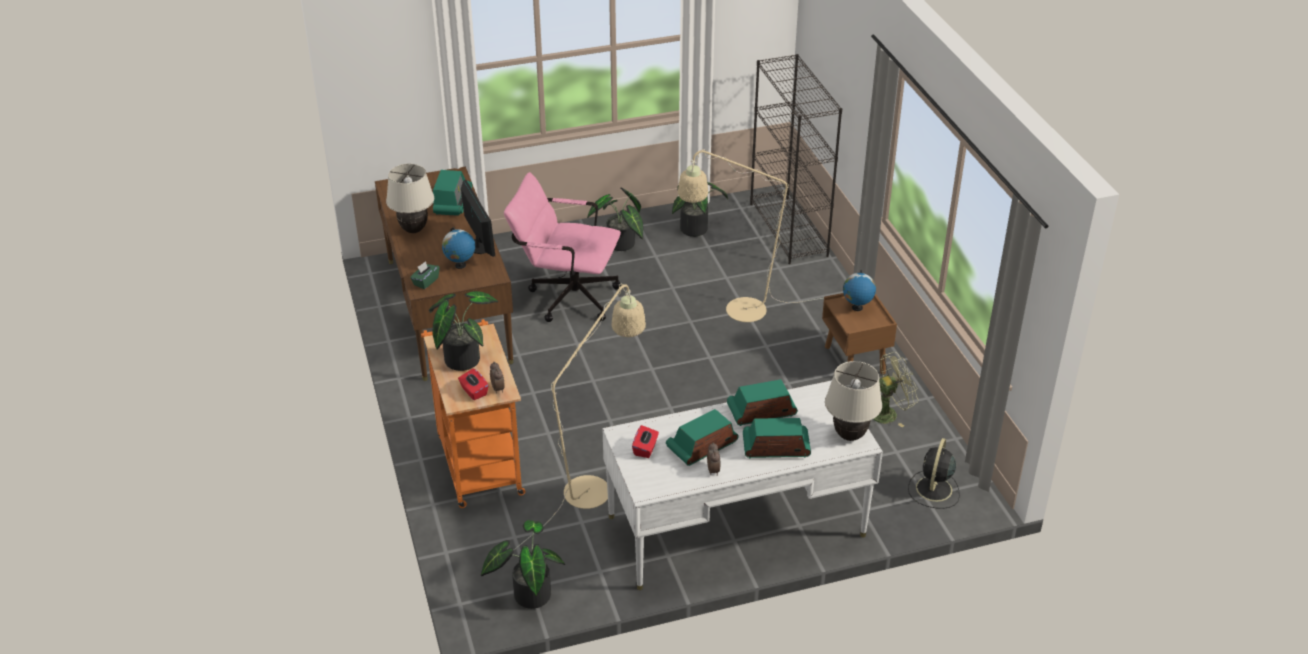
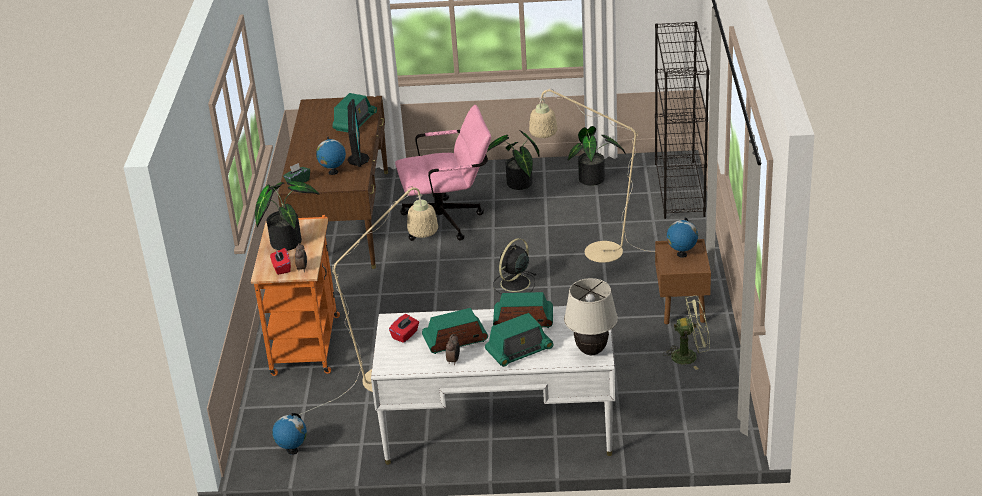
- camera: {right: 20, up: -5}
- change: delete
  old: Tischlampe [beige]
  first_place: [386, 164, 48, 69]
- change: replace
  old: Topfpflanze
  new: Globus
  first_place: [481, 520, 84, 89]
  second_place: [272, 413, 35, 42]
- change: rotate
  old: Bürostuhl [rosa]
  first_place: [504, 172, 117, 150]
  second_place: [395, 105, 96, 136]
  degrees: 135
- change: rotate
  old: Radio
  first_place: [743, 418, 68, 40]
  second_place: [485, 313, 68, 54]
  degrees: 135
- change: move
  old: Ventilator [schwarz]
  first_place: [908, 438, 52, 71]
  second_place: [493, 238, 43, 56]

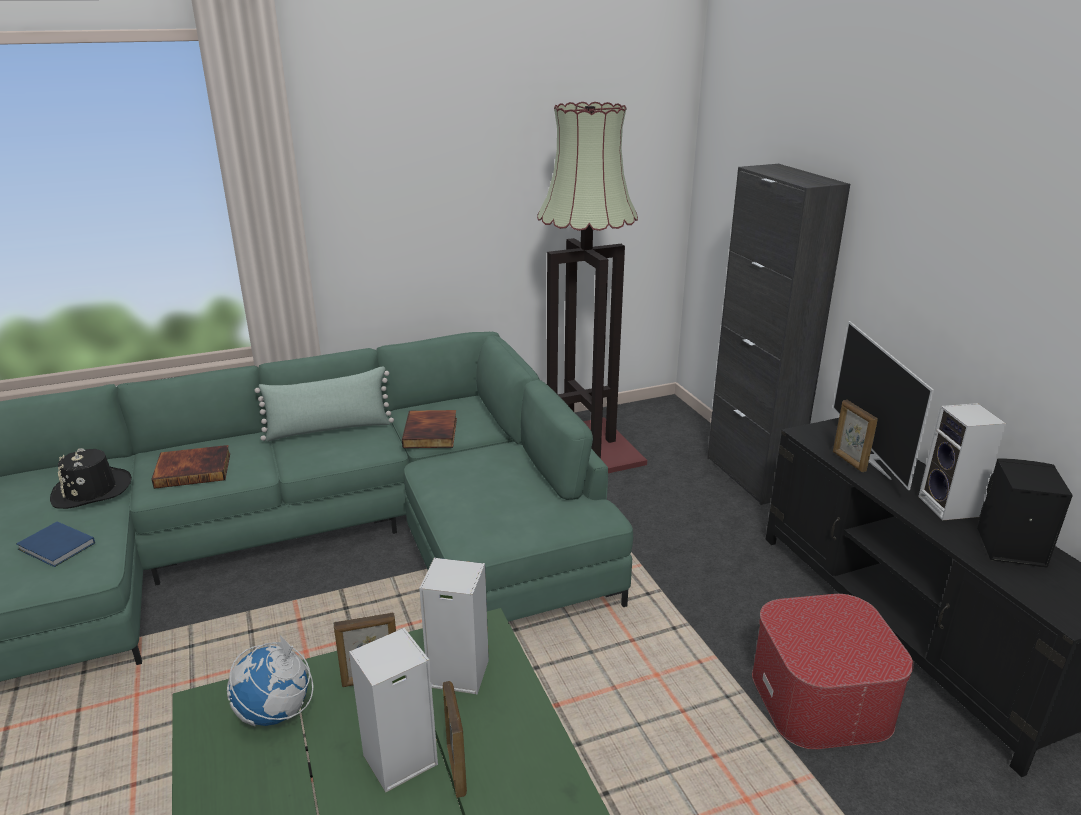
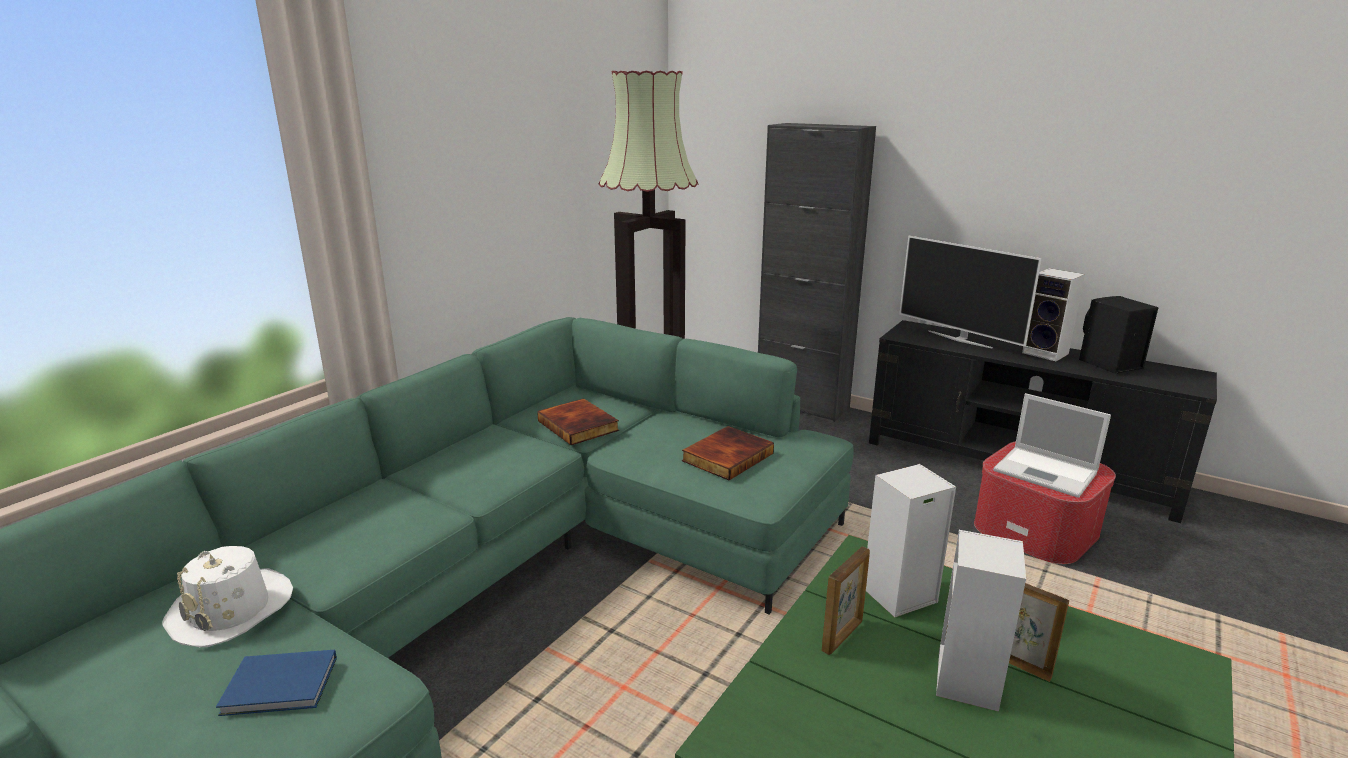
- camera: {right: -35, up: -5}
- change: recolor
  old: Hut [schwarz]
  new: Hut [weiß]
  first_place: [50, 448, 82, 61]
  second_place: [163, 546, 130, 101]
- change: move
  old: Buch
  first_place: [151, 445, 79, 44]
  second_place: [682, 426, 92, 54]
- change: delete
  old: Globus
  first_place: [227, 635, 86, 91]
- change: delete
  old: Kissen [grün]
  first_place: [255, 366, 139, 75]
- change: delete
  old: Bilderrahmen
  first_place: [833, 400, 45, 72]
- change: insert
  new: Laptop
  second_place: [993, 393, 118, 105]

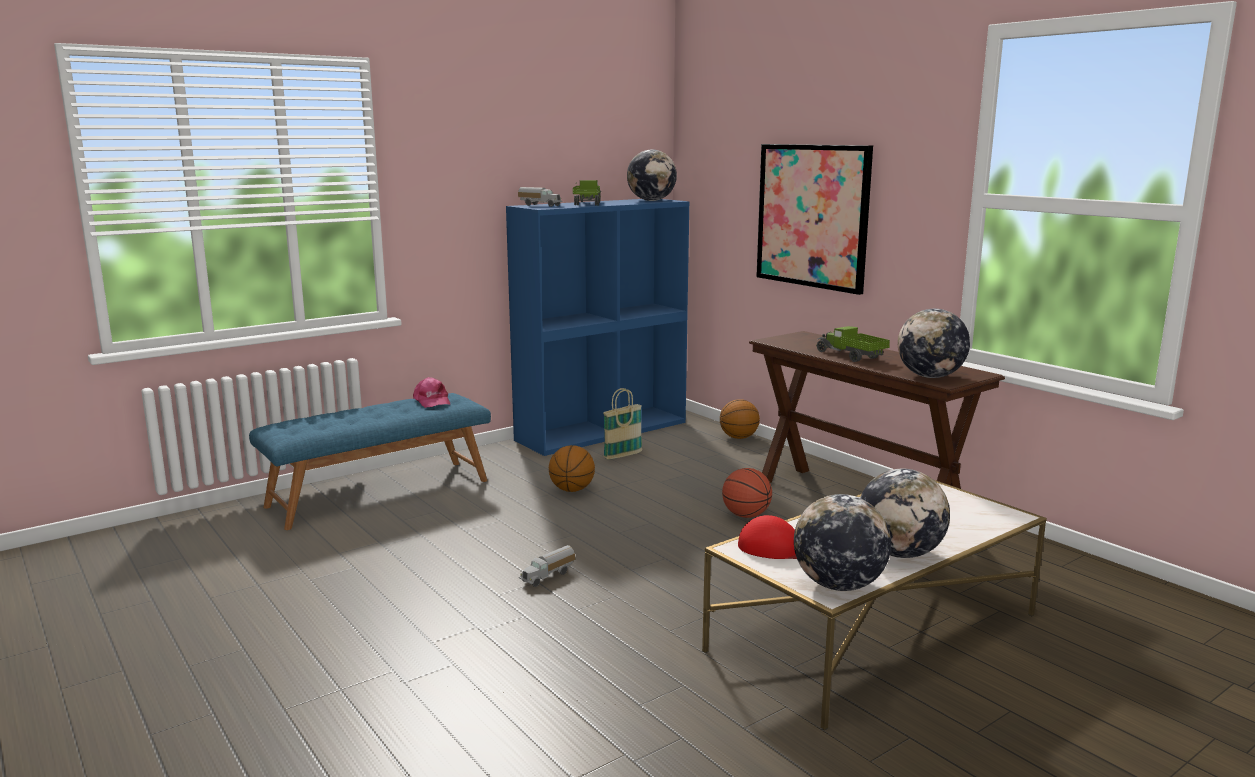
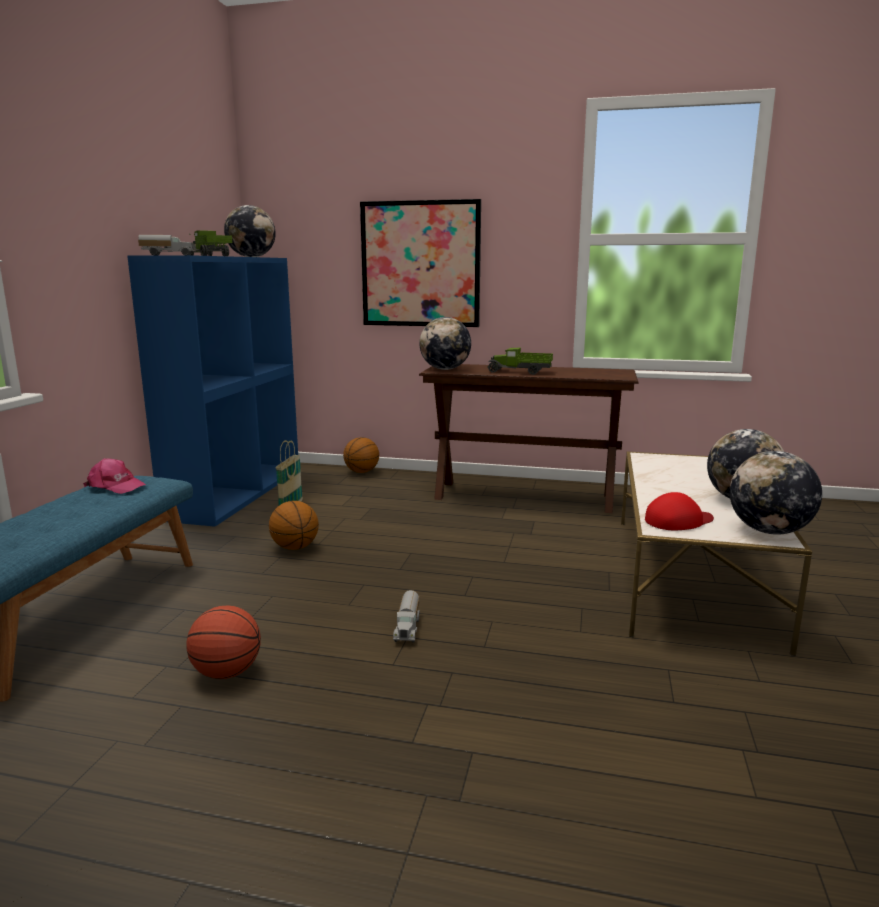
- camera: {right: -40, up: 0}
- change: move
  old: Basketball
  first_place: [722, 468, 50, 50]
  second_place: [186, 606, 75, 73]
- change: move
  old: Globus
  first_place: [898, 309, 72, 69]
  second_place: [419, 317, 52, 53]

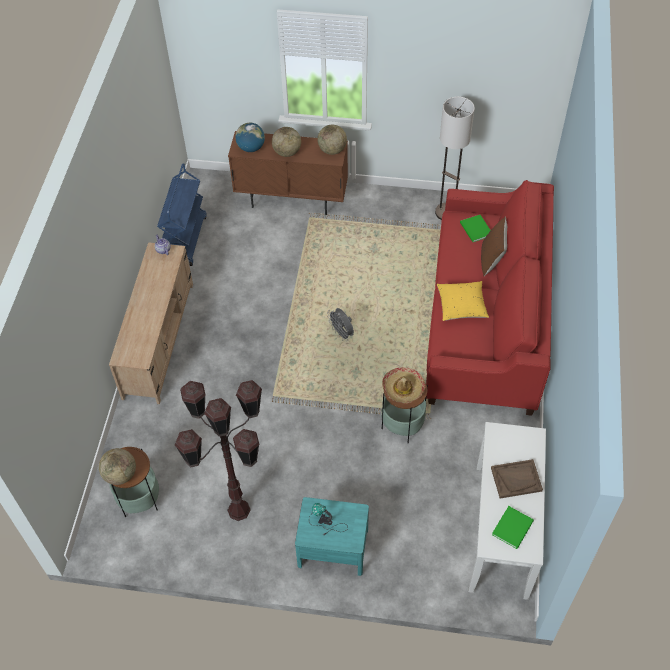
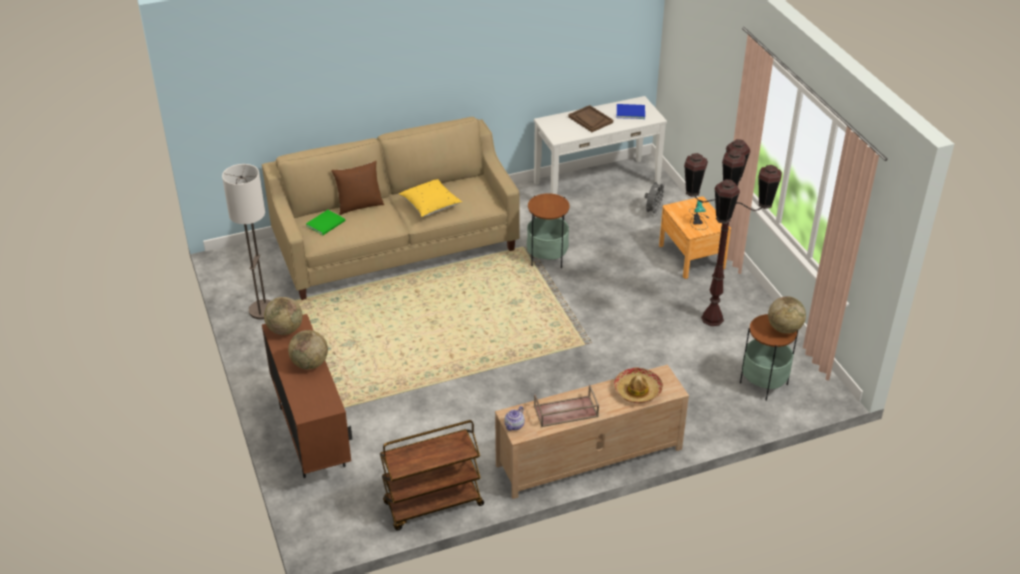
- camera: {right: -120, up: -15}
- change: recolor
  old: Rollwagen [blau]
  new: Rollwagen [braun]
  first_place: [157, 163, 49, 103]
  second_place: [380, 420, 104, 111]
- change: delete
  old: Globus
  first_place: [235, 123, 30, 29]
- change: recolor
  old: Nachttisch [türkis]
  new: Nachttisch [braun]
  first_place: [295, 497, 74, 79]
  second_place: [659, 196, 72, 83]
- change: move
  old: Ventilator [grau]
  first_place: [327, 308, 27, 33]
  second_place: [645, 182, 22, 33]
- change: move
  old: Hut
  first_place: [382, 367, 43, 36]
  second_place: [614, 368, 49, 35]
- change: recolor
  old: Sofa [rot]
  new: Sofa [beige]
  first_place: [426, 180, 128, 236]
  second_place: [262, 117, 257, 183]
- change: recolor
  old: Buch [grün]
  new: Buch [blau]
  first_place: [492, 506, 42, 43]
  second_place: [617, 104, 28, 15]
- change: insert
  new: Tablett [braun]
  second_place: [534, 385, 65, 42]

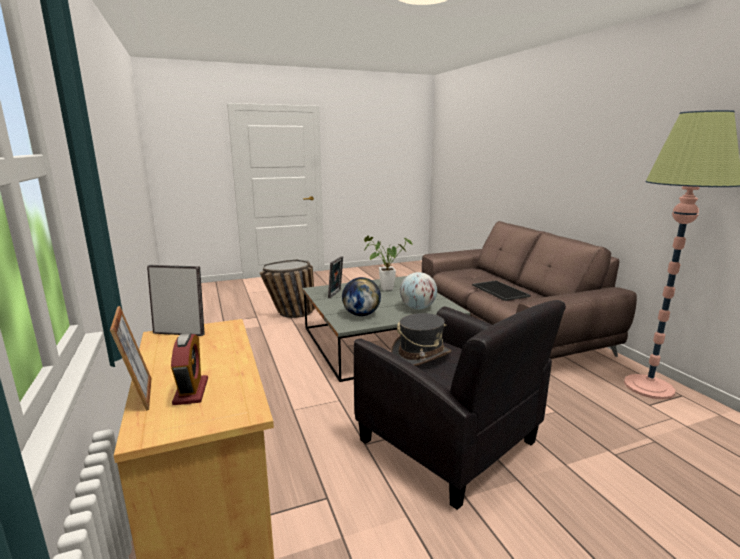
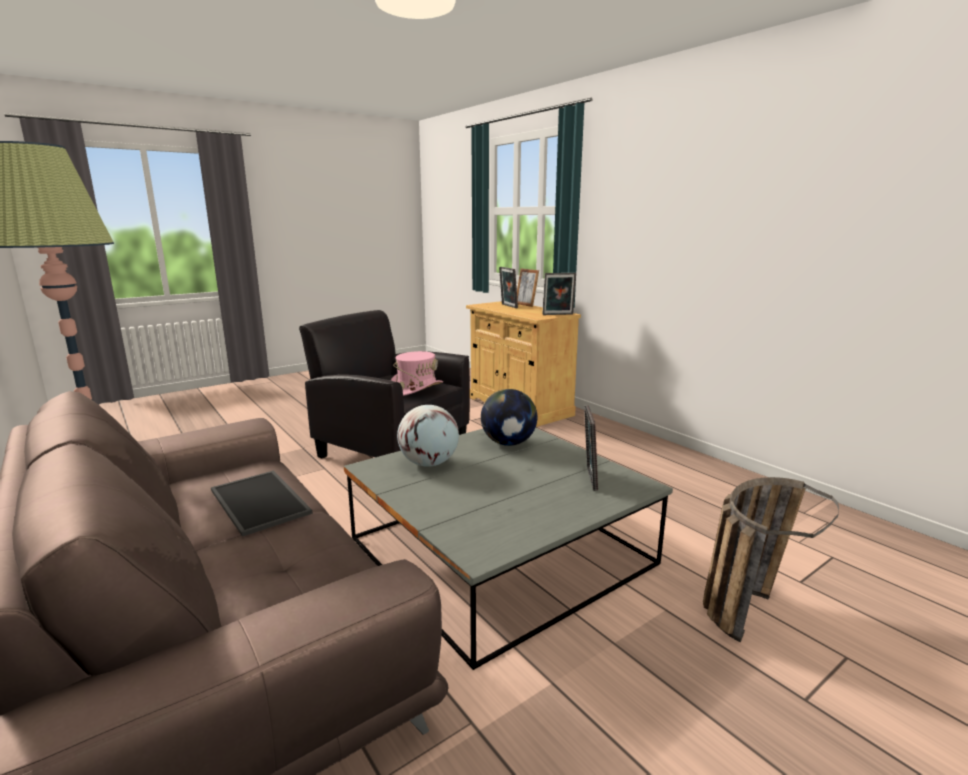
- camera: {right: 165, up: 0}
- change: replace
  old: Wecker
  new: Bilderrahmen
  first_place: [171, 333, 37, 72]
  second_place: [499, 267, 19, 41]
- change: delete
  old: Topfpflanze
  first_place: [364, 235, 49, 56]
- change: recolor
  old: Hut [grau]
  new: Hut [rosa]
  first_place: [391, 313, 60, 53]
  second_place: [391, 351, 52, 45]

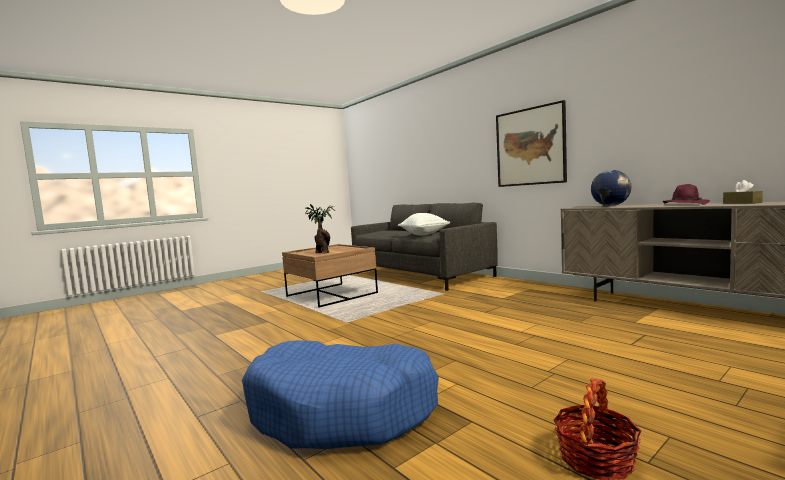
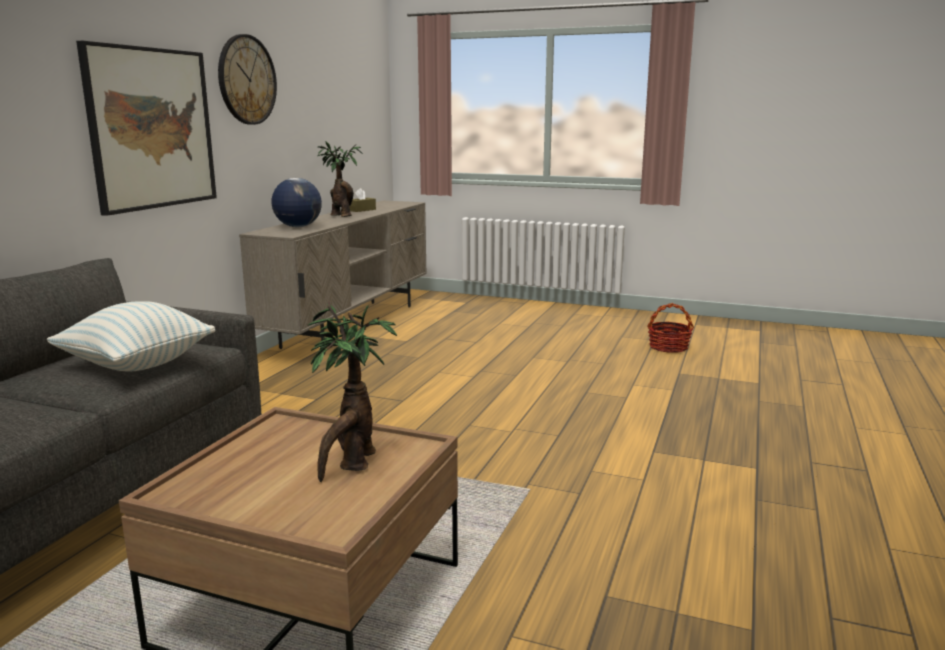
- camera: {right: -120, up: 10}
- change: delete
  old: Hundebett [blau]
  first_place: [242, 340, 197, 109]
- change: replace
  old: Hut [lila]
  new: Topfpflanze
  first_place: [663, 184, 47, 21]
  second_place: [317, 141, 46, 76]
- change: insert
  new: Wanduhr
  second_place: [218, 34, 59, 91]

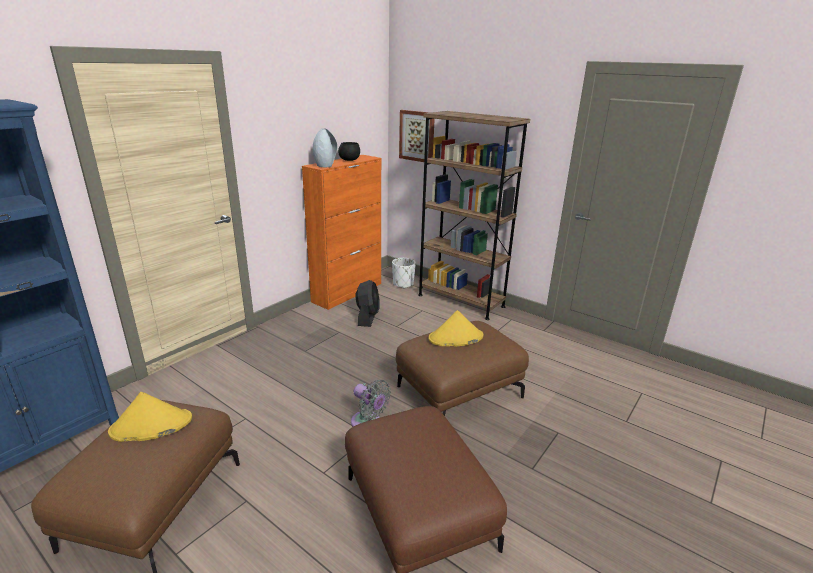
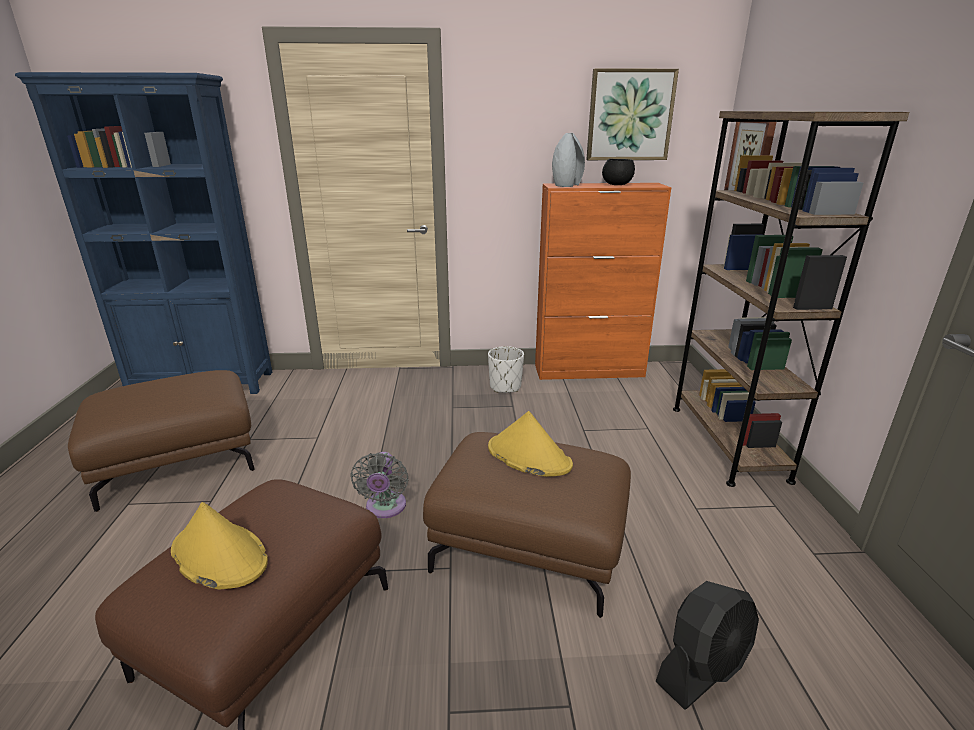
- camera: {right: 50, up: 0}
- change: move
  old: Hut [gelb]
  first_place: [108, 392, 84, 50]
  second_place: [171, 502, 97, 88]
- change: move
  old: Ventilator [schwarz]
  first_place: [356, 280, 23, 47]
  second_place: [655, 581, 104, 129]
- change: move
  old: Pflanzkübel [weiß]
  first_place: [392, 258, 24, 30]
  second_place: [488, 346, 36, 47]
- change: insert
  new: Bild
  second_place: [586, 68, 93, 92]

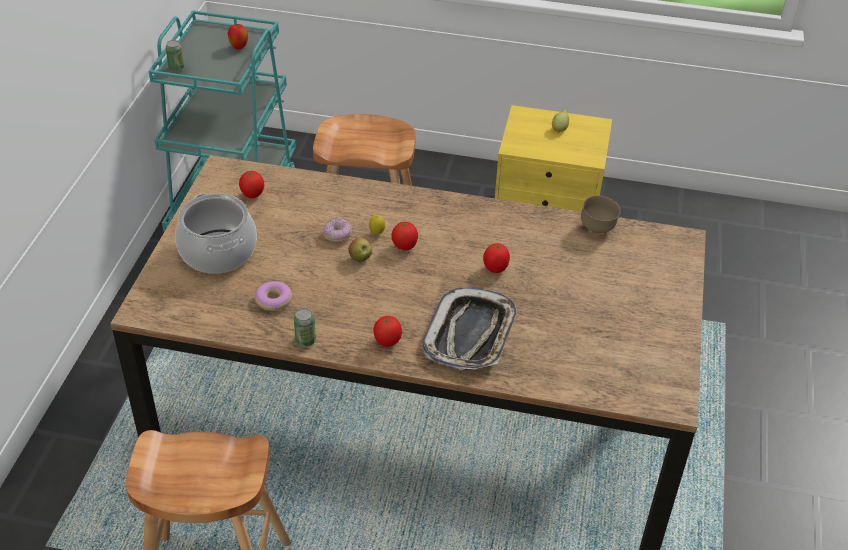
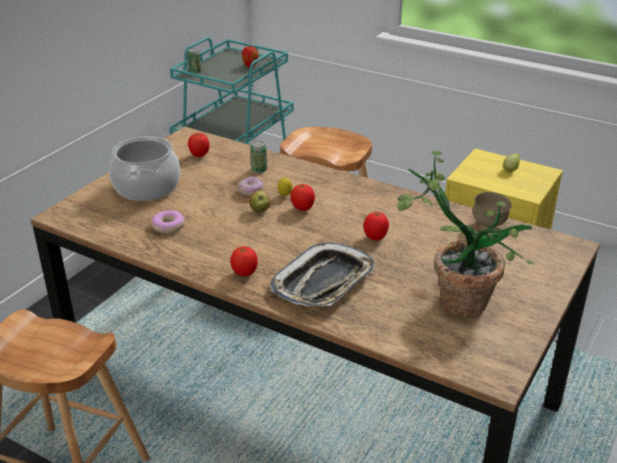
- camera: {right: 20, up: -10}
- change: move
  old: Dose
  first_place: [294, 308, 22, 39]
  second_place: [251, 141, 16, 32]
- change: insert
  new: Topfpflanze
  second_place: [397, 151, 137, 166]

